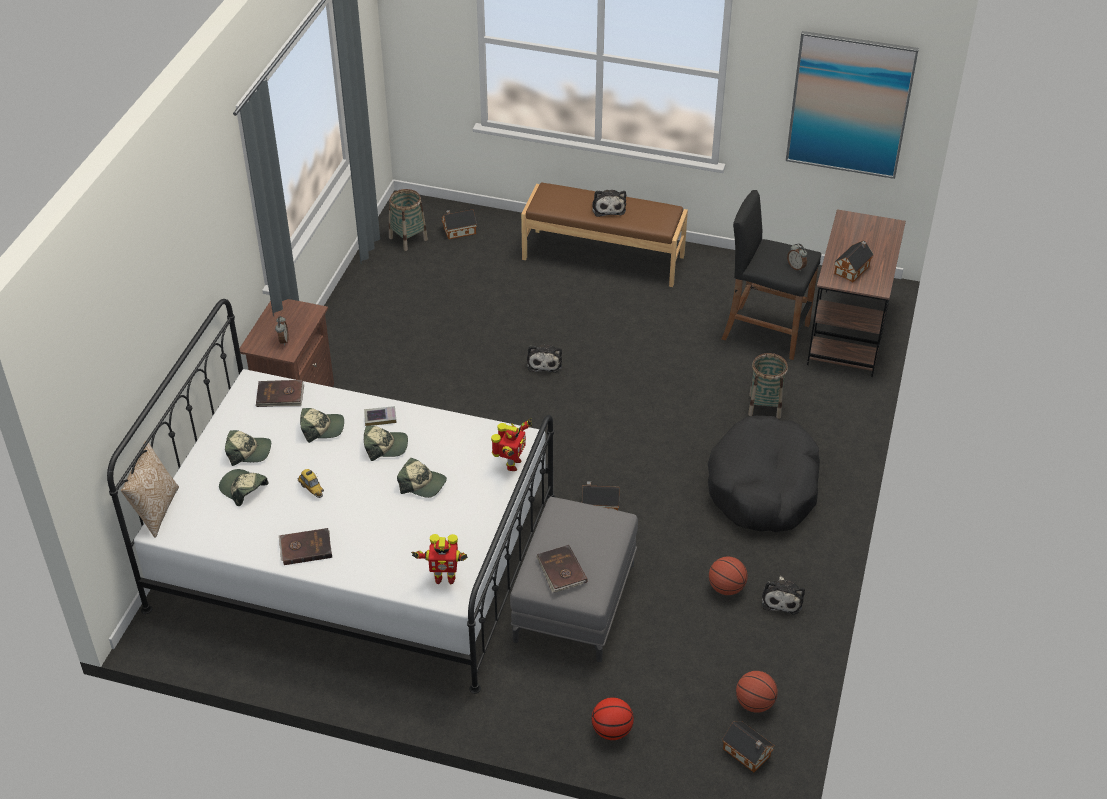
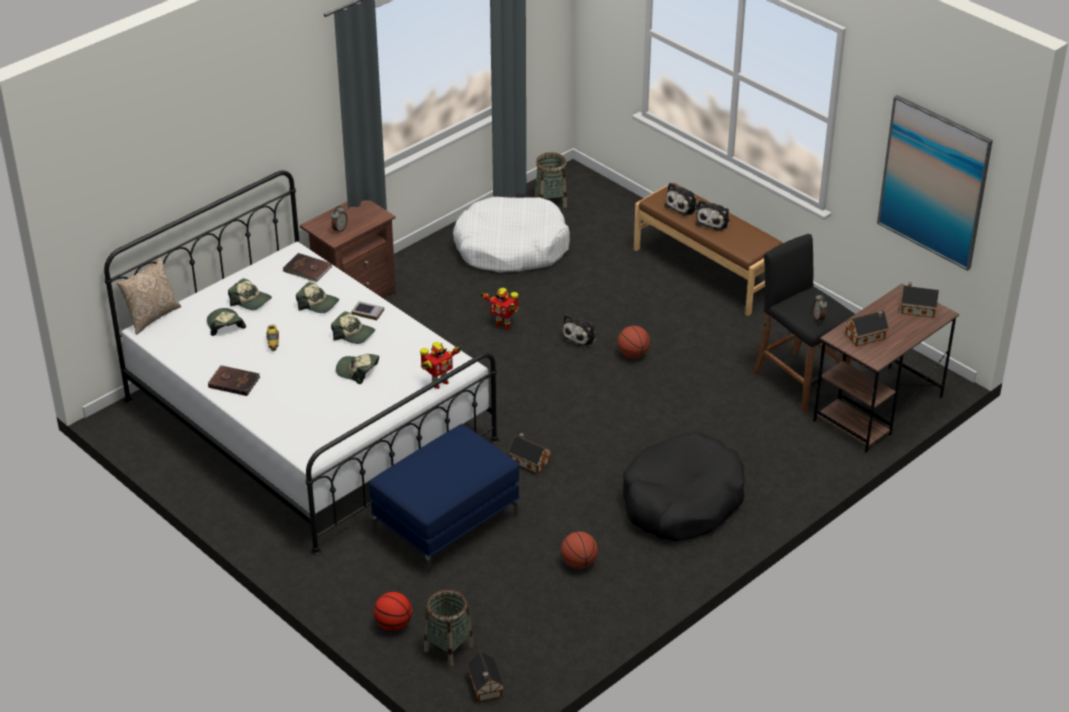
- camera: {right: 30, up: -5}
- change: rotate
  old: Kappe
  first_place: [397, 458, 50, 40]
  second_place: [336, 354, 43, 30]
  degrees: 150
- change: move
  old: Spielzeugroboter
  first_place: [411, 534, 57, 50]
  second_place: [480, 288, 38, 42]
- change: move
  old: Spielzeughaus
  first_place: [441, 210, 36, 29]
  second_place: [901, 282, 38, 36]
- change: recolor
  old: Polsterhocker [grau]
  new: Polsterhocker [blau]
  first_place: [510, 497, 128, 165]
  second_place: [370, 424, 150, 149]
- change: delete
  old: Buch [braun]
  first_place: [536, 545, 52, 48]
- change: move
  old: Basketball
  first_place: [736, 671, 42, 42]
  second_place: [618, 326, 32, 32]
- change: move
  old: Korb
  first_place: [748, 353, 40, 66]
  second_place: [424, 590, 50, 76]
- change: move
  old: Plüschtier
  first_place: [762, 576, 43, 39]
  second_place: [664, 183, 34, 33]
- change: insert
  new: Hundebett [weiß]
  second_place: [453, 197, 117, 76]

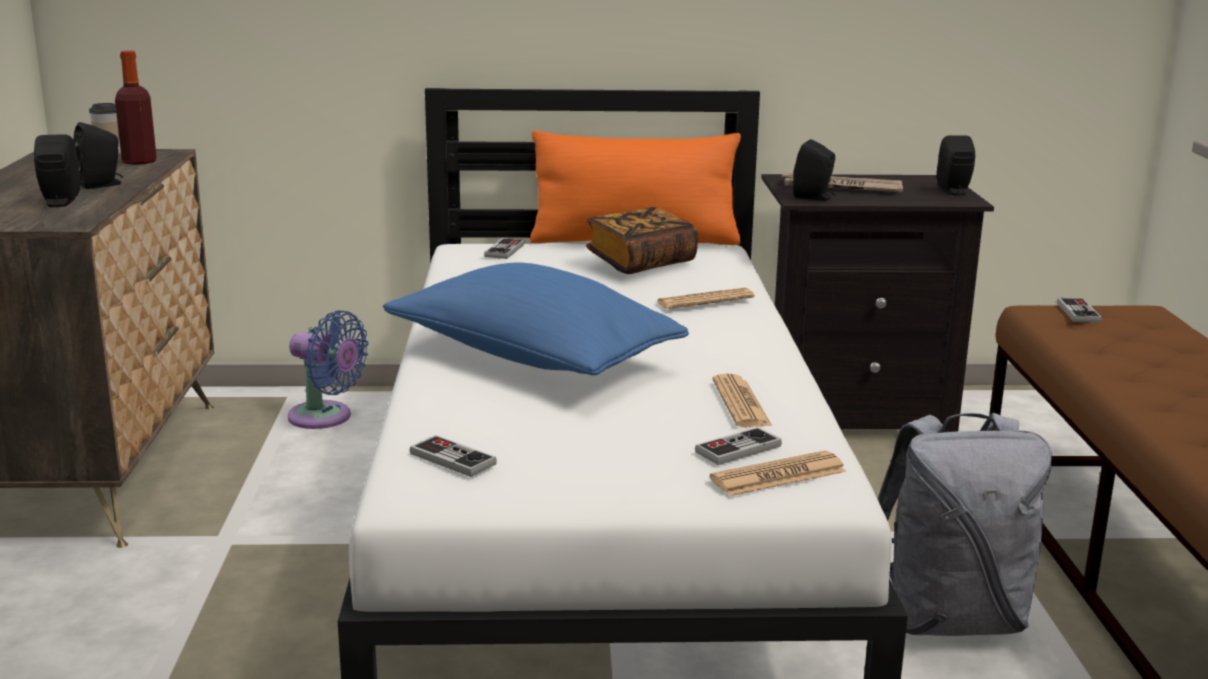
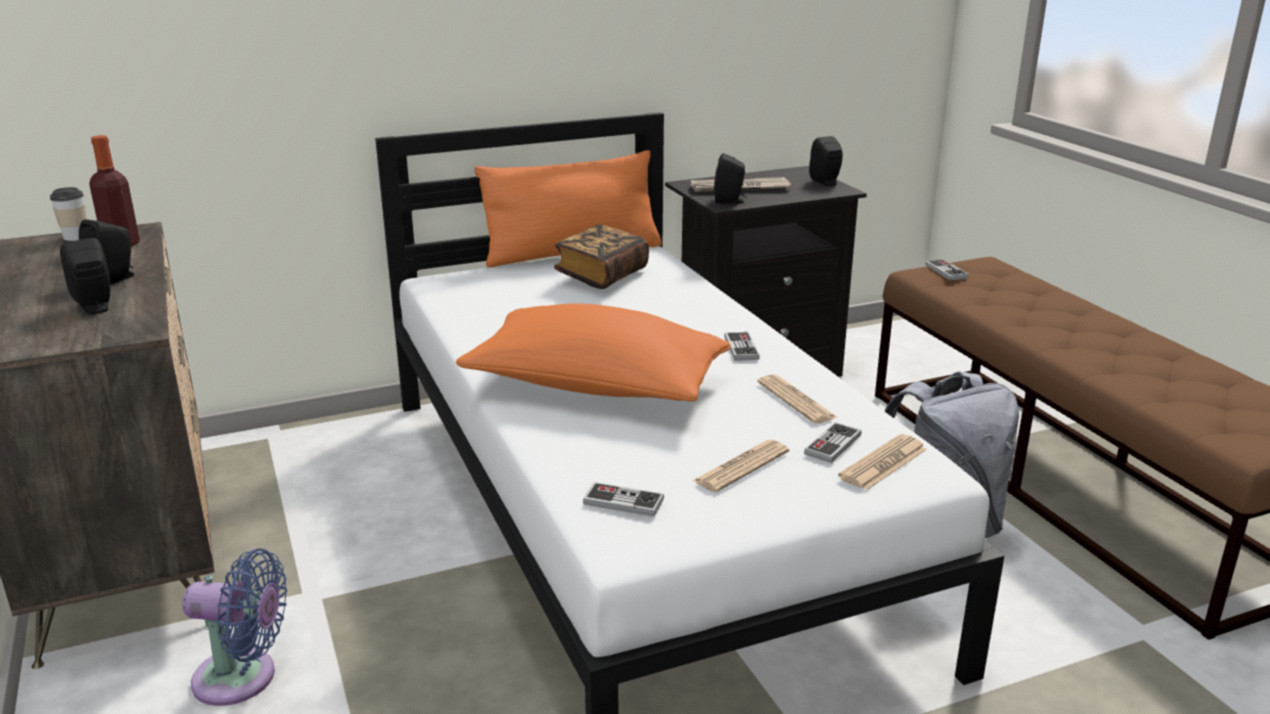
- camera: {right: -20, up: 5}
- change: move
  old: Ventilator [blau]
  first_place: [288, 310, 81, 119]
  second_place: [182, 548, 105, 158]
- change: recolor
  old: Kissen [blau]
  new: Kissen [orange]
  first_place: [383, 262, 306, 113]
  second_place: [456, 303, 275, 98]
- change: move
  old: Gamepad
  first_place: [484, 238, 40, 21]
  second_place: [724, 332, 36, 29]
- change: move
  old: Zeitung
  first_place: [656, 287, 99, 22]
  second_place: [693, 440, 96, 52]

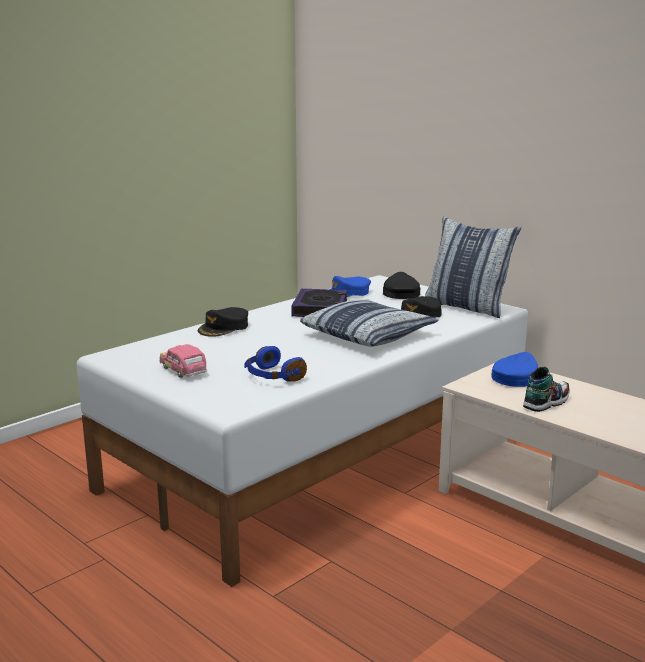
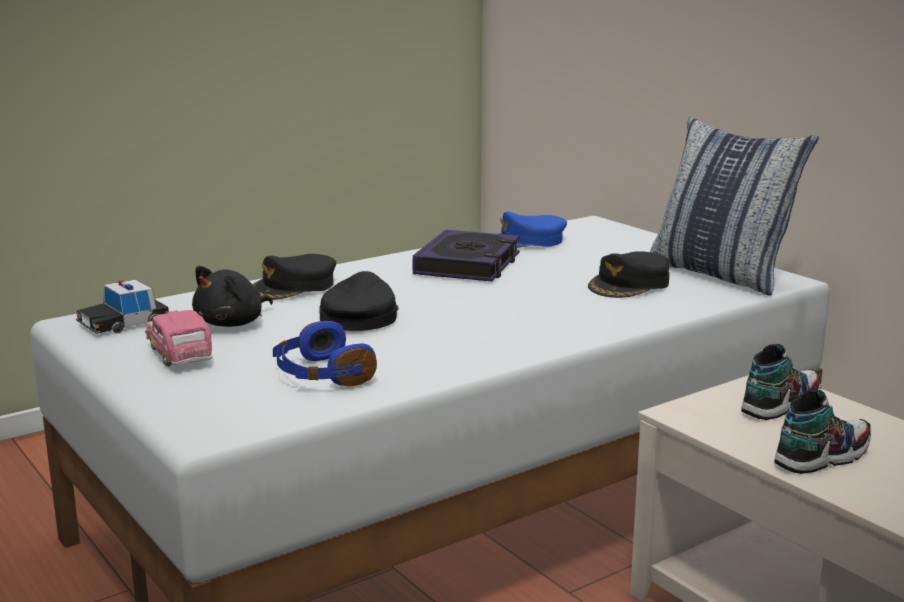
- camera: {right: 10, up: 0}
- change: delete
  old: Kissen
  first_place: [300, 299, 138, 48]
- change: move
  old: Kappe [schwarz]
  first_place: [383, 272, 37, 27]
  second_place: [319, 271, 80, 60]
- change: replace
  old: Kappe [blau]
  new: Schuh
  first_place: [491, 352, 47, 35]
  second_place: [741, 344, 80, 76]
- change: insert
  new: Spielzeugauto
  second_place: [76, 280, 93, 54]
- change: insert
  new: Plüschtier [schwarz]
  second_place: [192, 266, 81, 61]

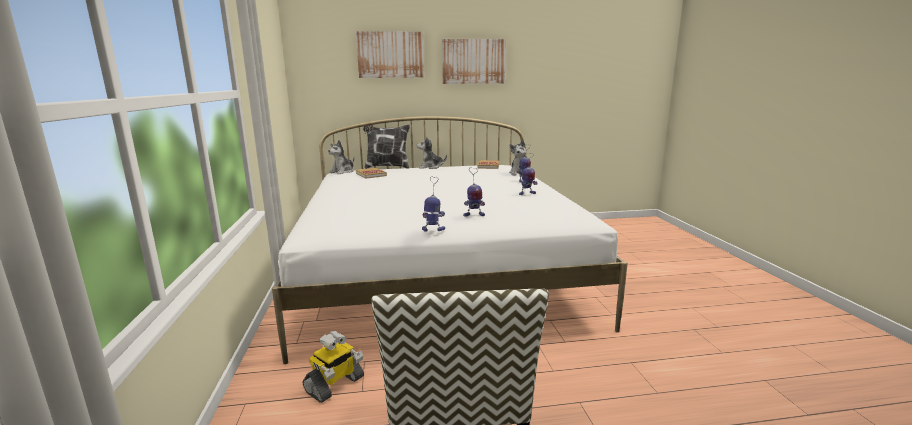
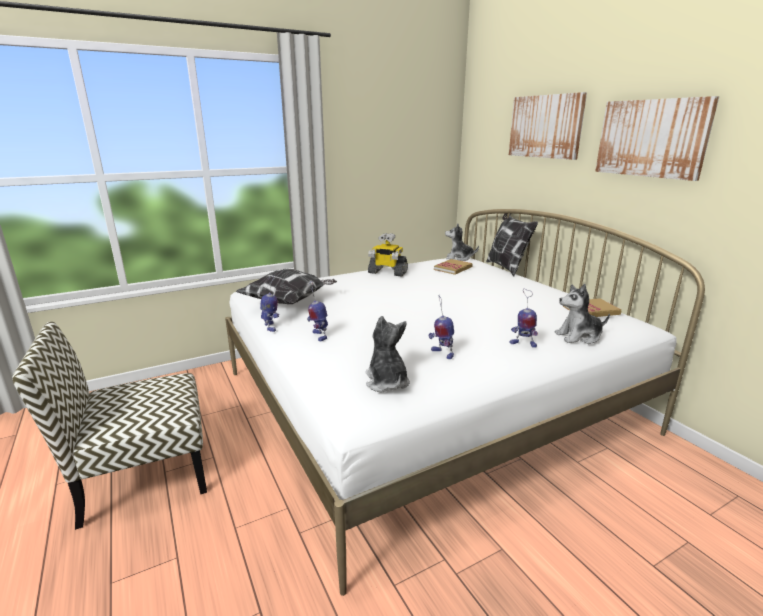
- camera: {right: 70, up: 5}
- change: move
  old: Spielzeugroboter
  first_place: [303, 331, 61, 72]
  second_place: [368, 233, 40, 43]
- change: move
  old: Plüschtier
  first_place: [417, 137, 30, 32]
  second_place: [365, 316, 44, 76]
- change: insert
  new: Kissen
  second_place: [236, 269, 101, 35]

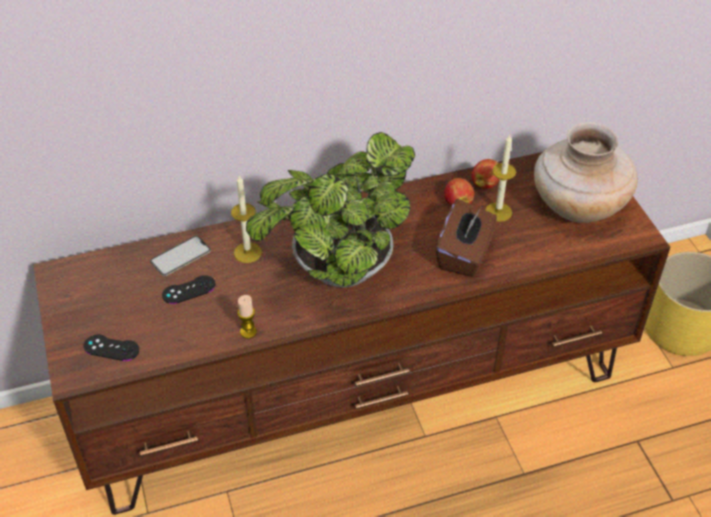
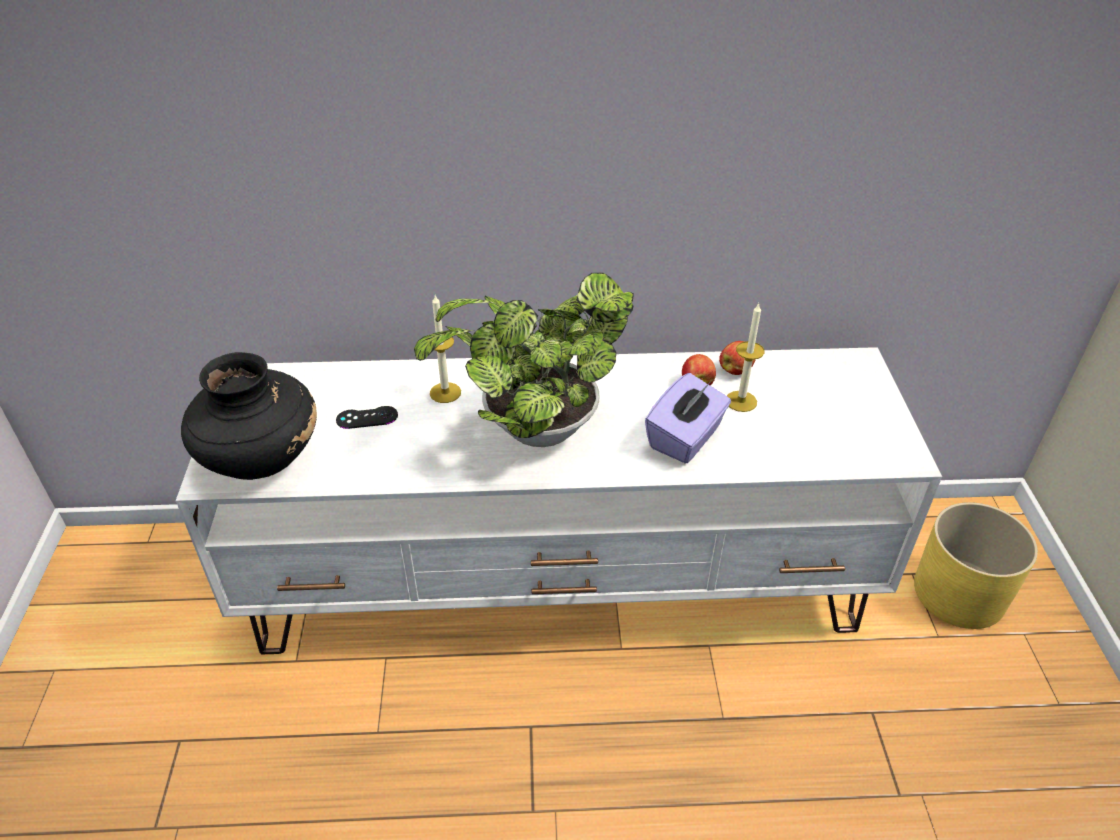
- camera: {right: 15, up: -5}
- change: recolor
  old: Fernsehschrank [braun]
  new: Fernsehschrank [weiß]
  first_place: [33, 152, 637, 363]
  second_place: [176, 347, 766, 307]
- change: replace
  old: Gamepad [schwarz]
  new: Vase [schwarz]
  first_place: [84, 335, 55, 26]
  second_place: [181, 352, 136, 128]
- change: delete
  old: Handy
  first_place: [150, 235, 61, 41]
- change: delete
  old: Kerze
  first_place: [237, 295, 20, 44]
- change: recolor
  old: Taschentuchbox [braun]
  new: Taschentuchbox [lila]
  first_place: [436, 199, 61, 78]
  second_place: [645, 373, 86, 91]
- change: delete
  old: Vase [beige]
  first_place: [534, 122, 104, 101]

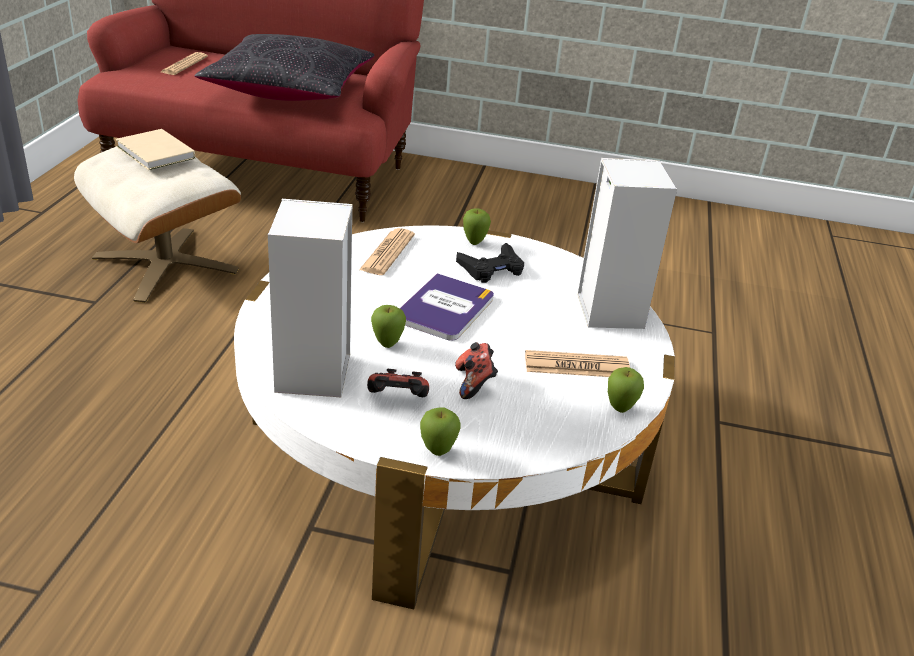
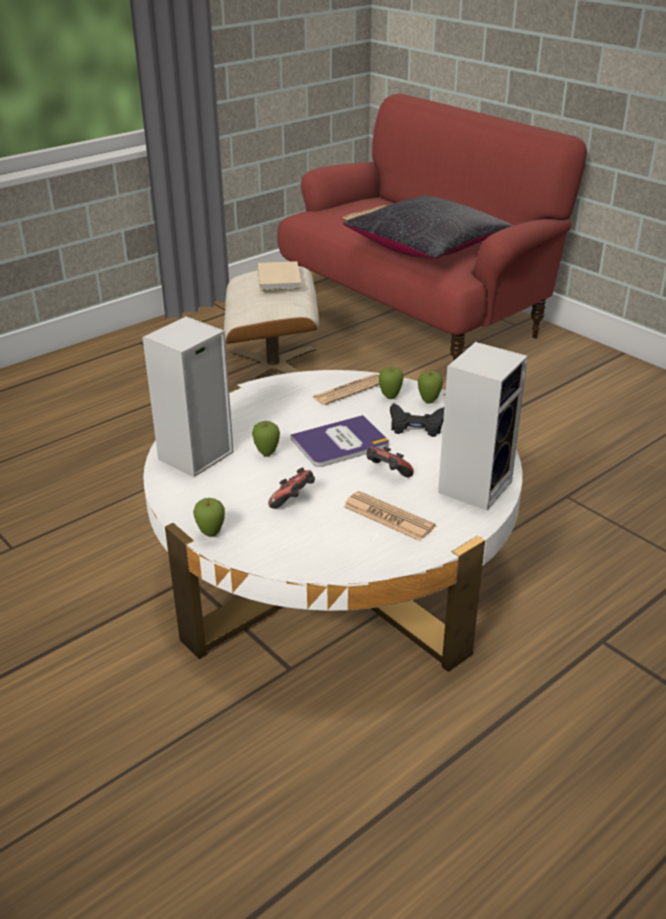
- camera: {right: 40, up: 0}
- change: move
  old: Gamepad
  first_place: [367, 369, 62, 28]
  second_place: [367, 446, 47, 31]
- change: move
  old: Apfel
  first_place: [608, 367, 36, 46]
  second_place: [379, 367, 24, 32]

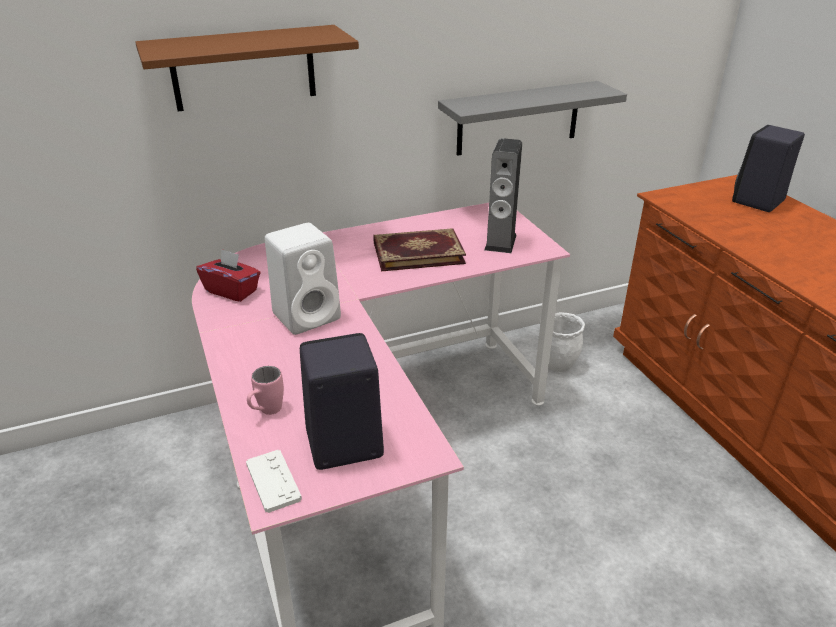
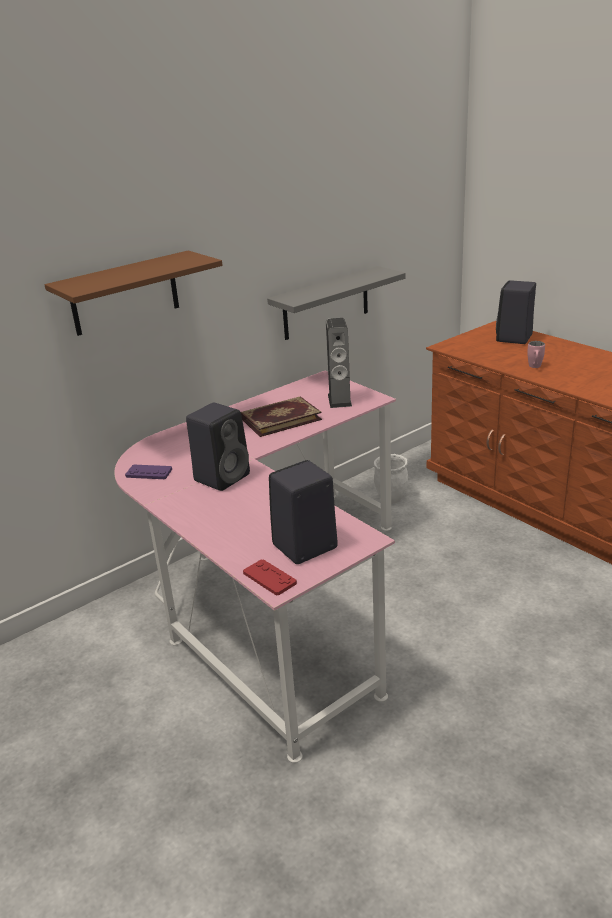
- camera: {right: -15, up: -5}
- change: replace
  old: Taschentuchbox [rot]
  new: Gamepad [lila]
  first_place: [196, 249, 65, 53]
  second_place: [125, 465, 47, 14]
- change: recolor
  old: Gamepad [weiß]
  new: Gamepad [rot]
  first_place: [246, 450, 56, 63]
  second_place: [243, 559, 54, 37]
- change: move
  old: Henkelbecher [rosa]
  first_place: [247, 366, 37, 49]
  second_place: [527, 341, 18, 27]
- change: recolor
  old: Lautsprecher [weiß]
  new: Lautsprecher [schwarz]
  first_place: [265, 223, 76, 112]
  second_place: [186, 403, 64, 88]

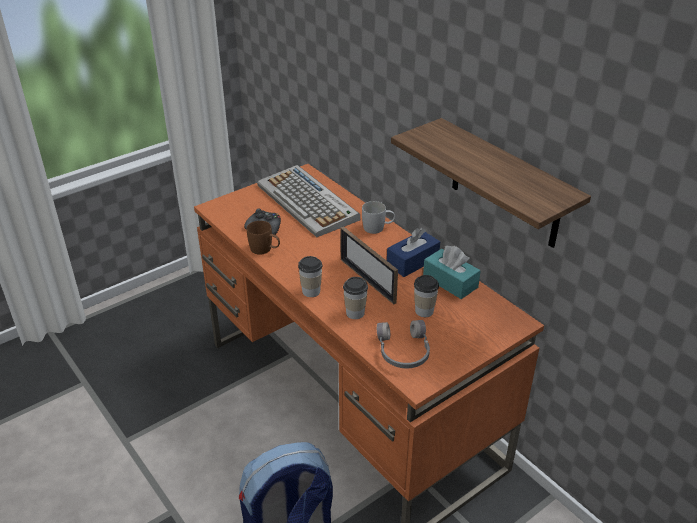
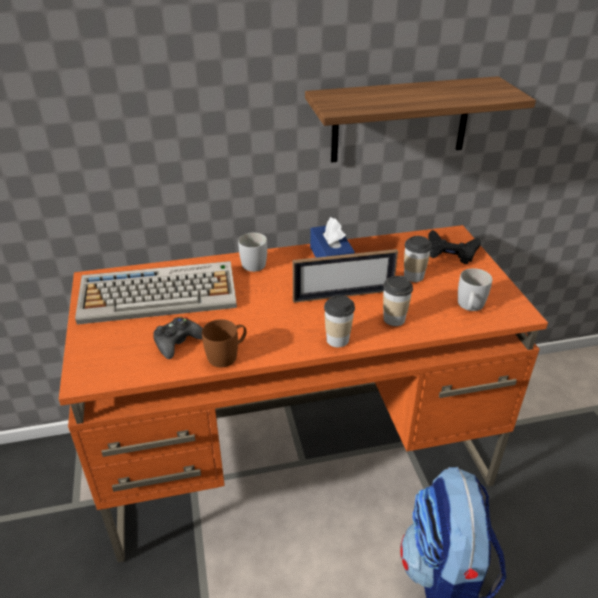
- camera: {right: -65, up: 0}
- change: replace
  old: Kopfhörer [grau]
  new: Henkelbecher [weiß]
  first_place: [377, 320, 53, 48]
  second_place: [458, 268, 34, 43]
- change: delete
  old: Taschentuchbox [türkis]
  first_place: [423, 246, 58, 53]
- change: insert
  new: Gamepad [schwarz]
  second_place: [428, 230, 53, 34]

